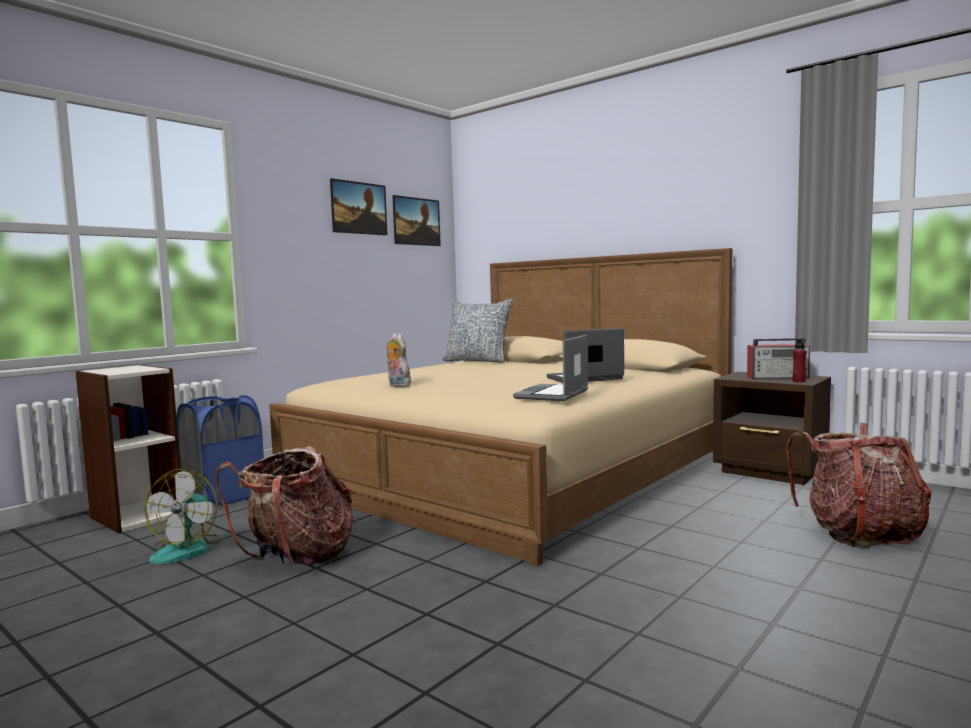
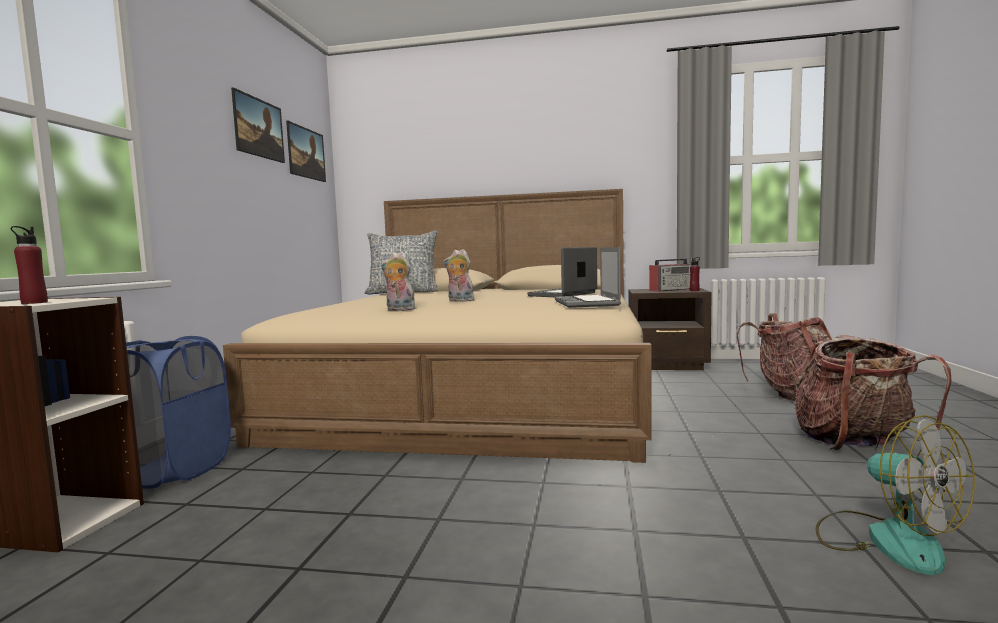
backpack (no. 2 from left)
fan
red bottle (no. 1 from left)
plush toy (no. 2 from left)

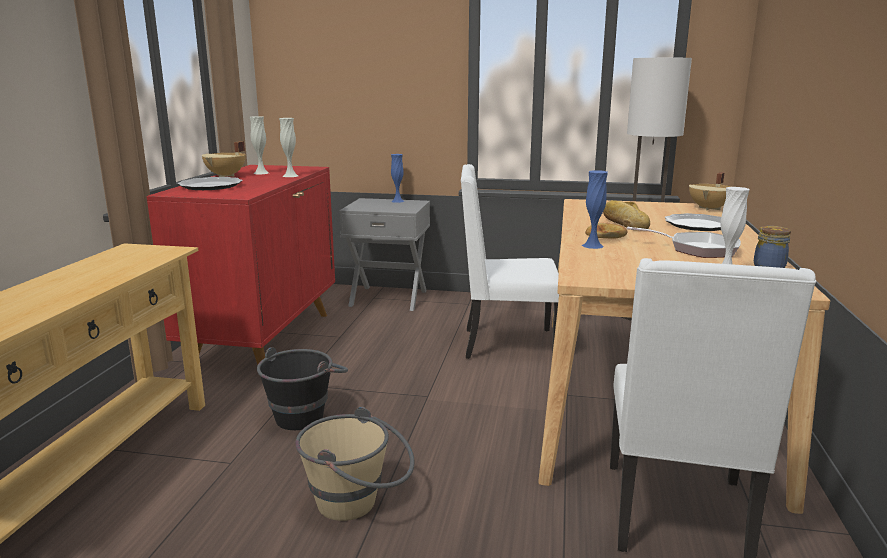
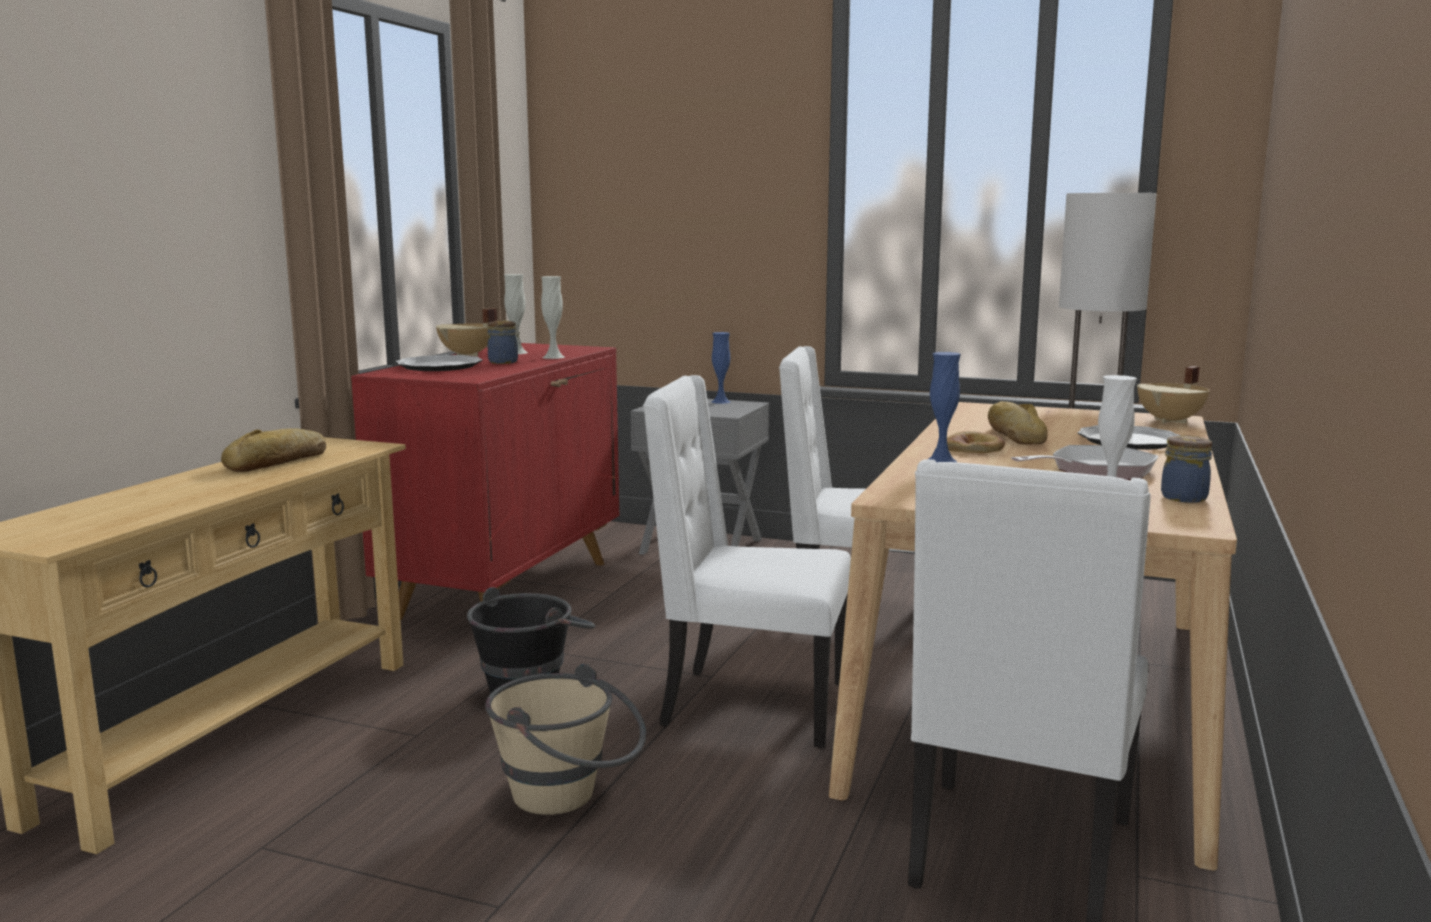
frying pan
jar (no. 1 from left)
white chair (no. 1 from left)
bread (no. 1 from left)

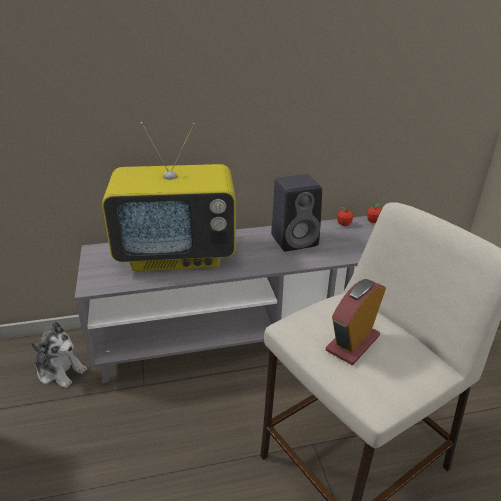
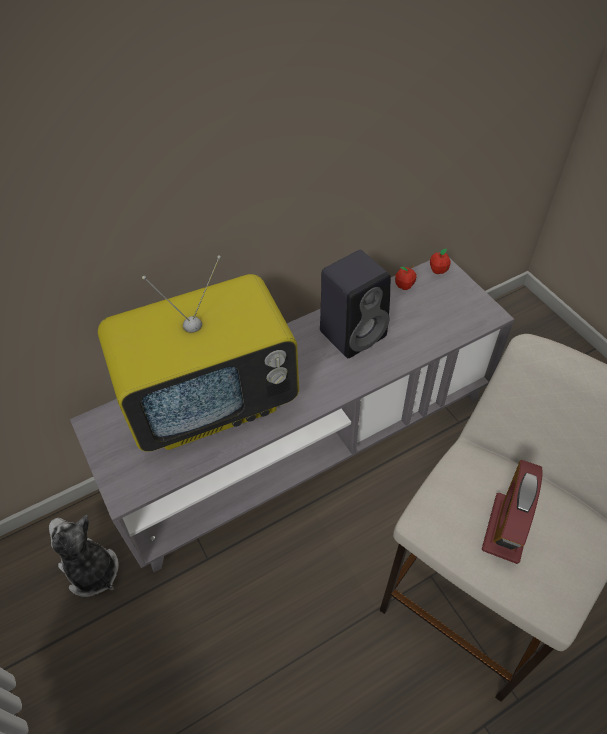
plush toy

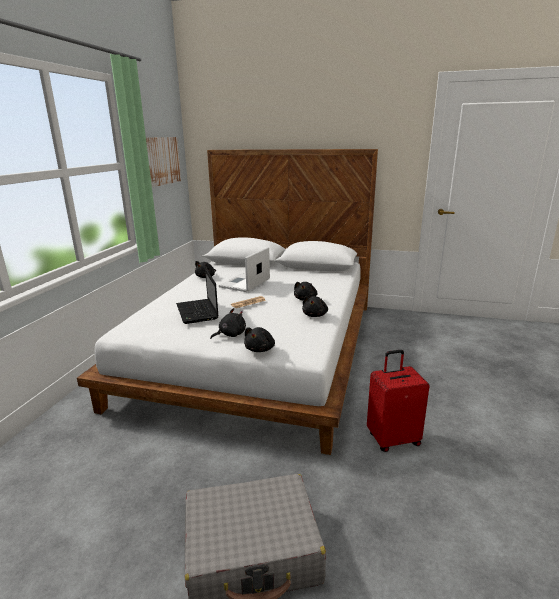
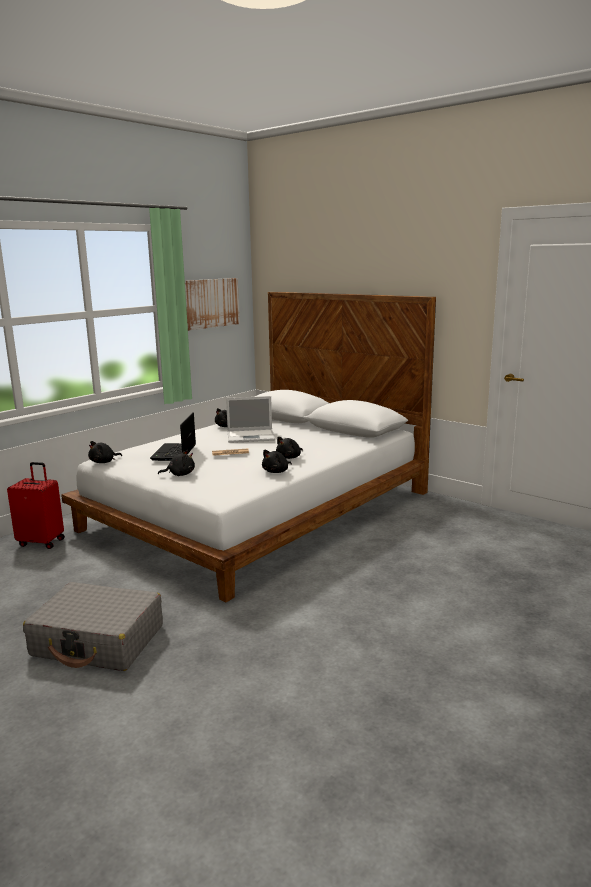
laptop (no. 2 from left)
black plush toy (no. 1 from left)
red suitcase

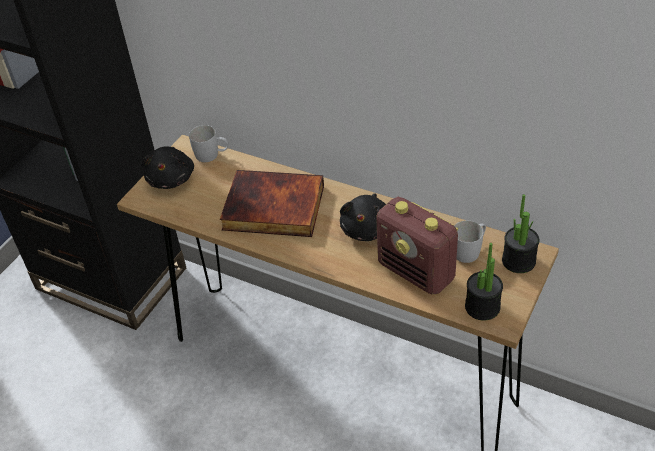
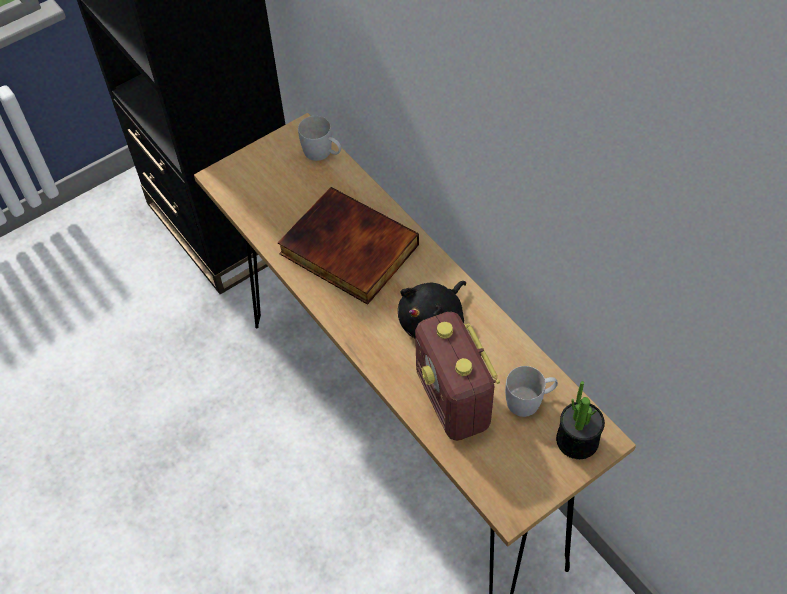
black plush toy (no. 1 from left in the first image)
potted plant (no. 1 from left in the first image)

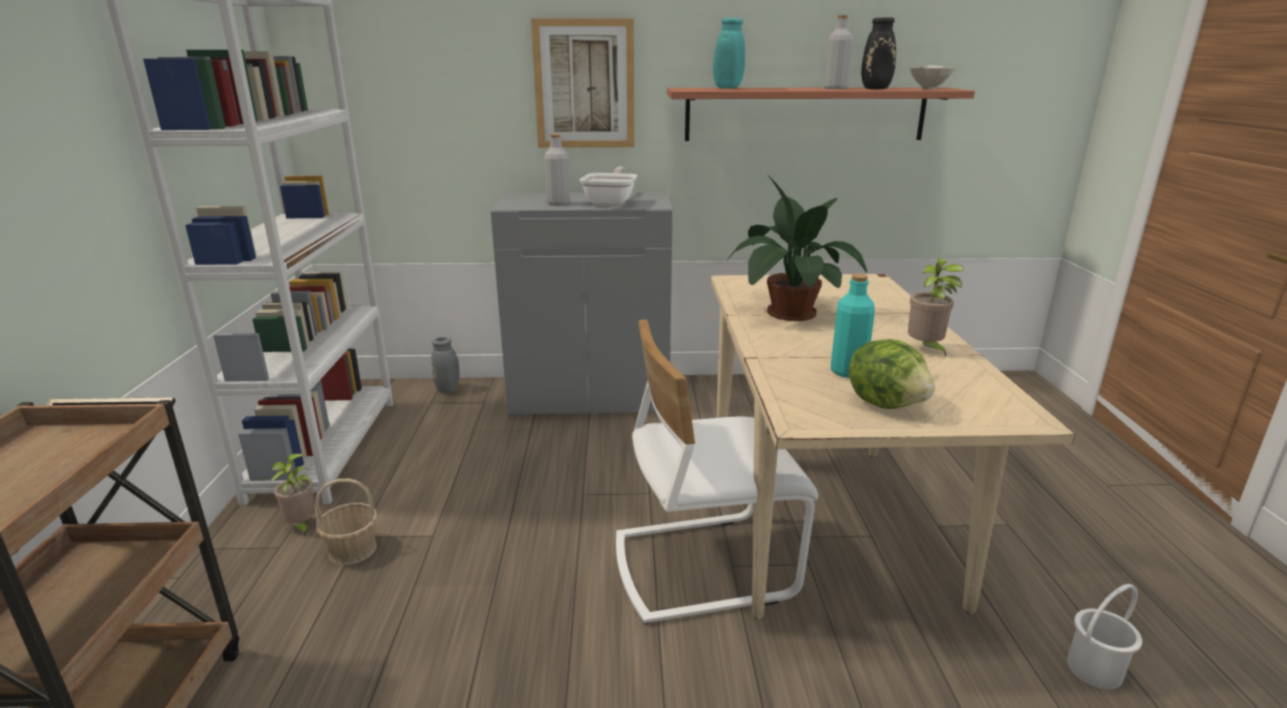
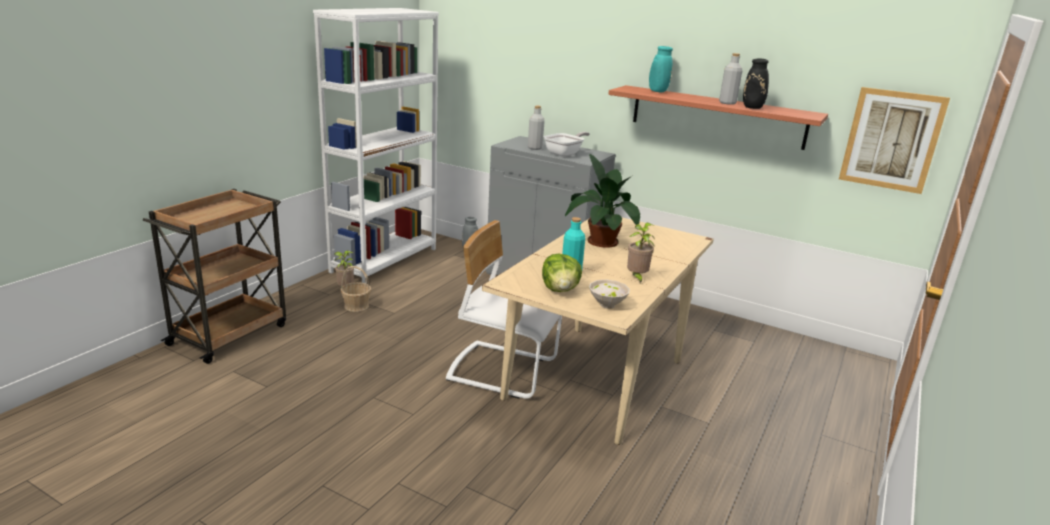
picture
white bowl
white bucket

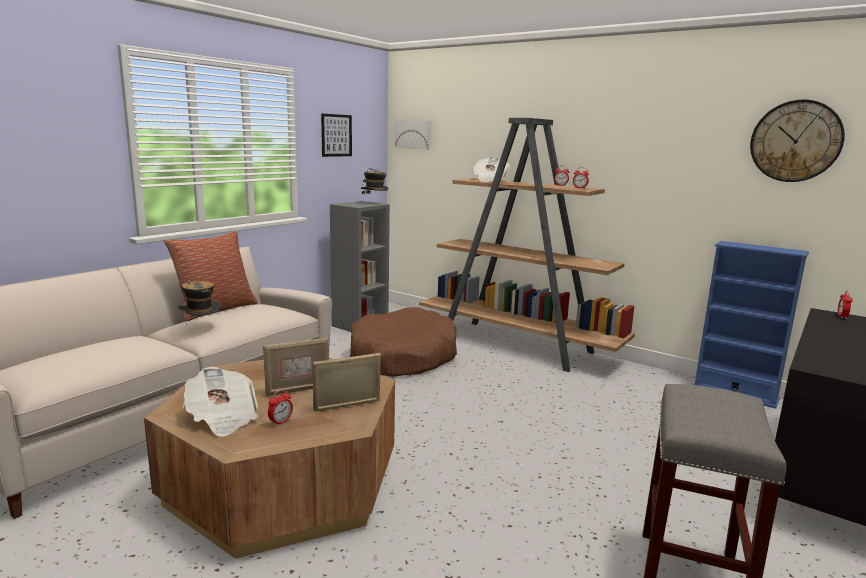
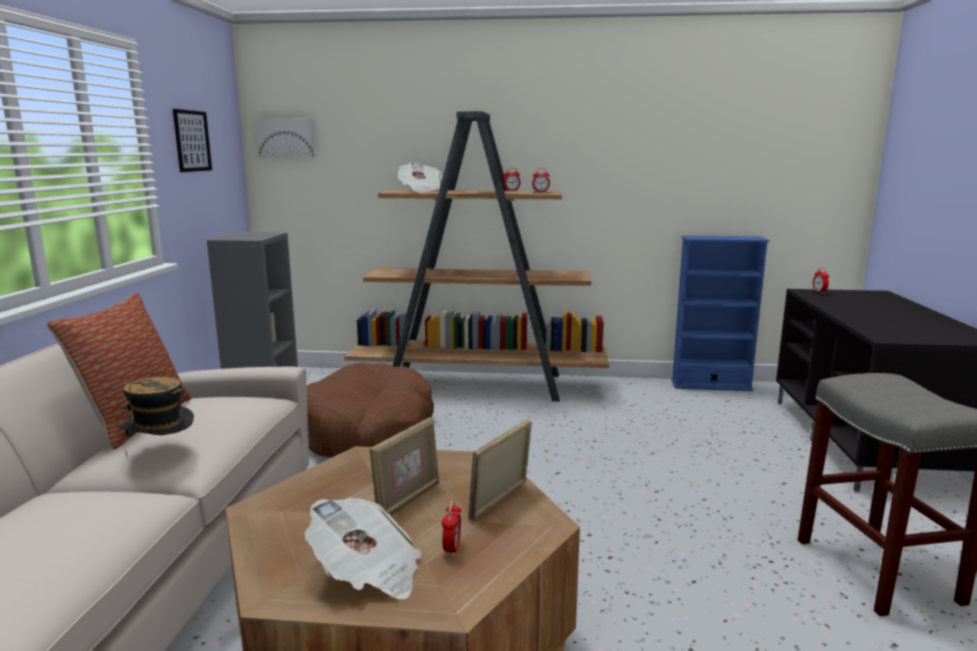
wall clock
hat (no. 2 from left in the first image)

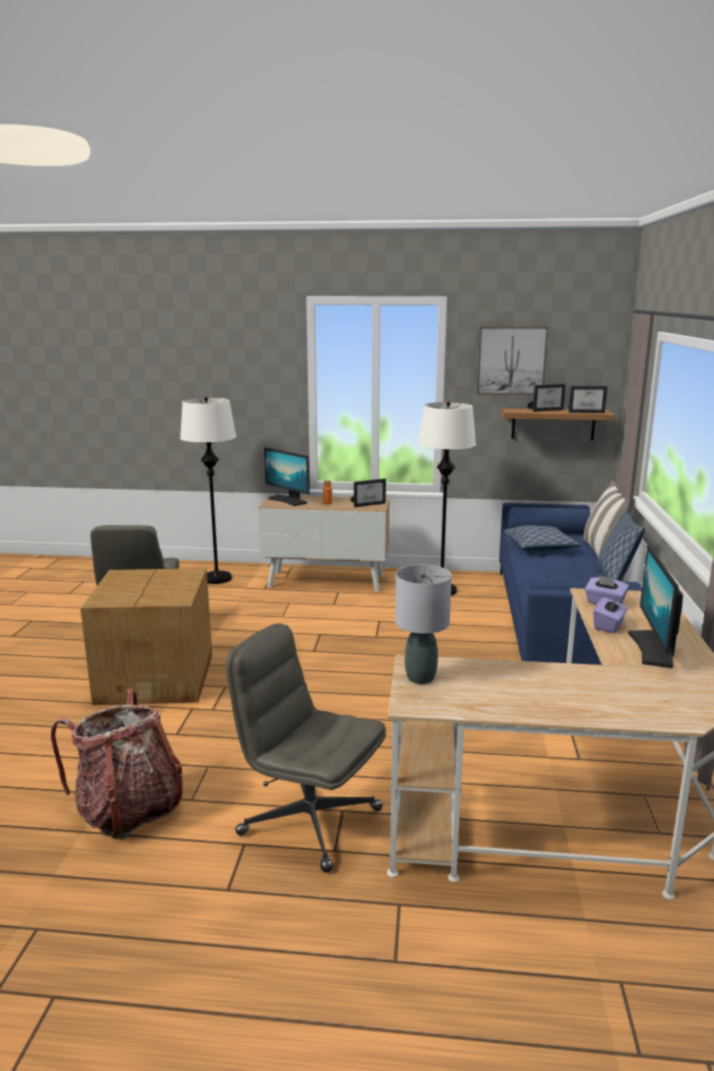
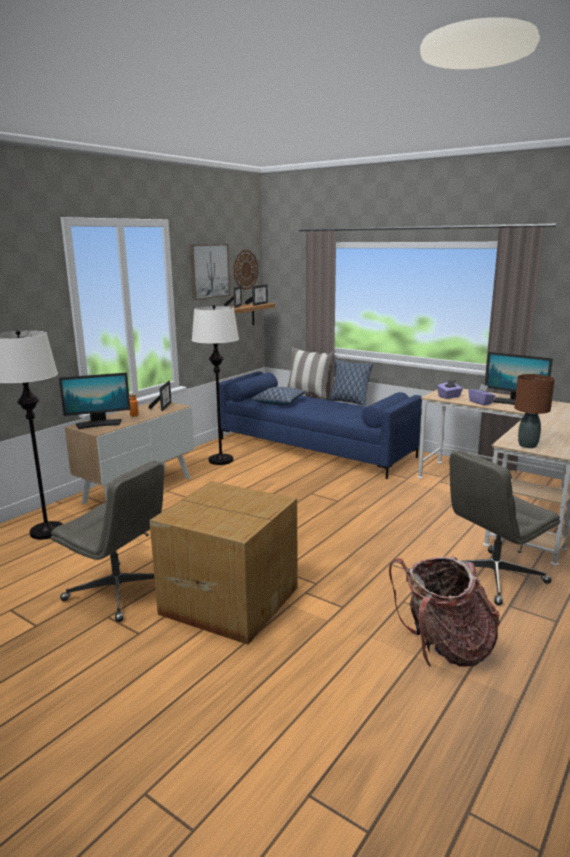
brown table lamp
wall clock

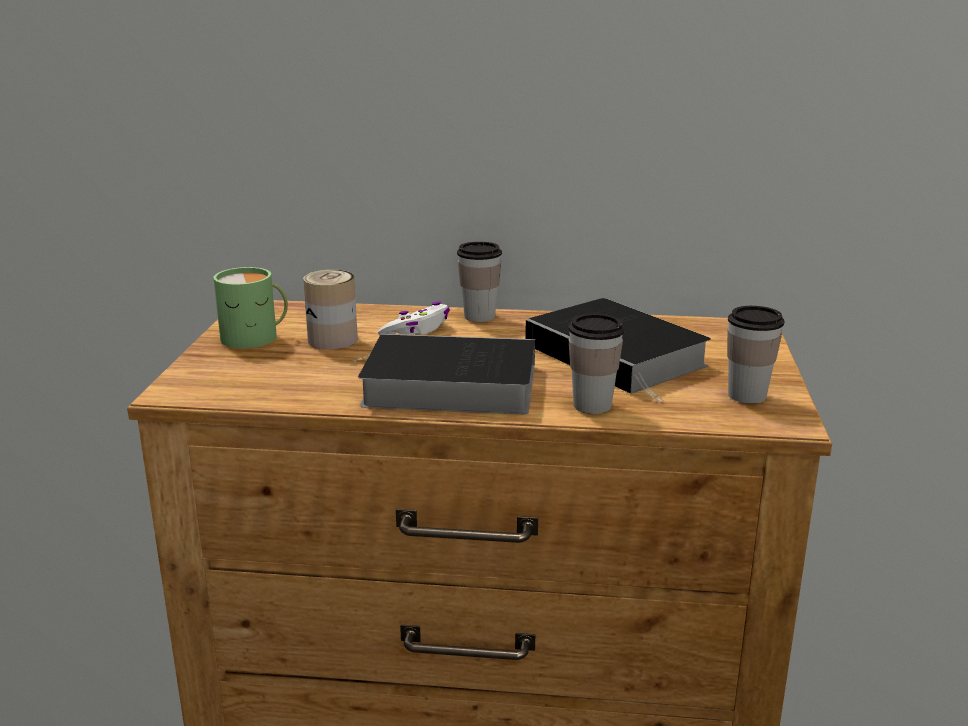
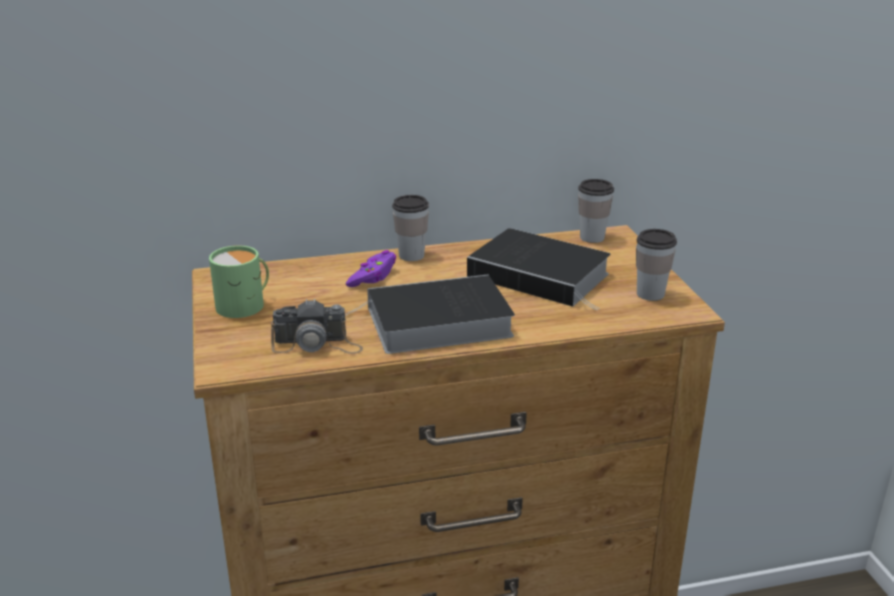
can
purple game controller
cup (no. 2 from left)
photo camera

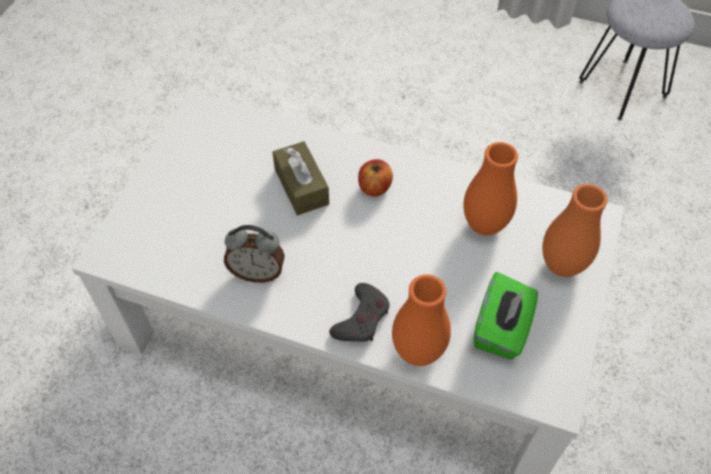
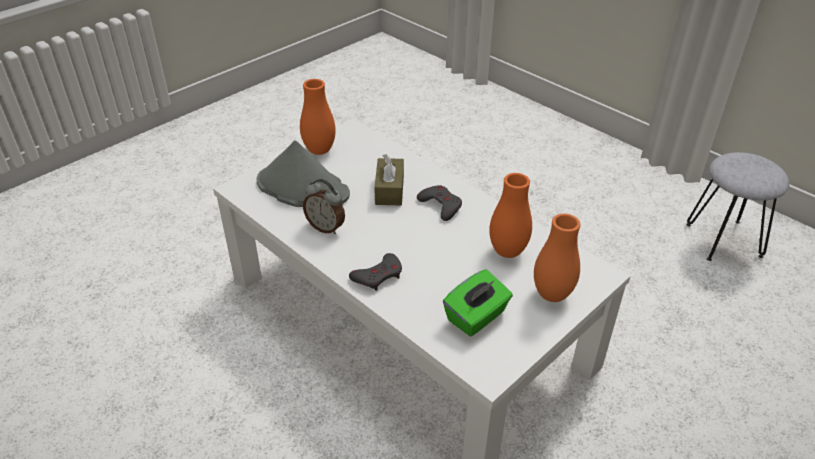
grey game controller (no. 2 from left)
orange vase (no. 1 from left)
grey hat

